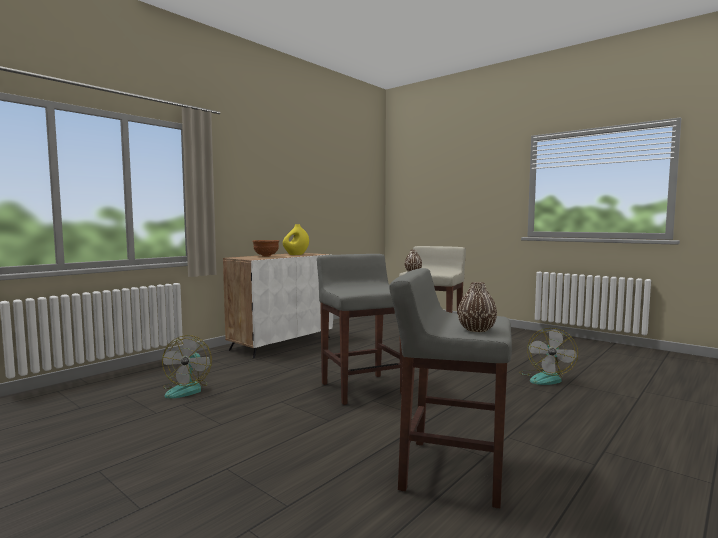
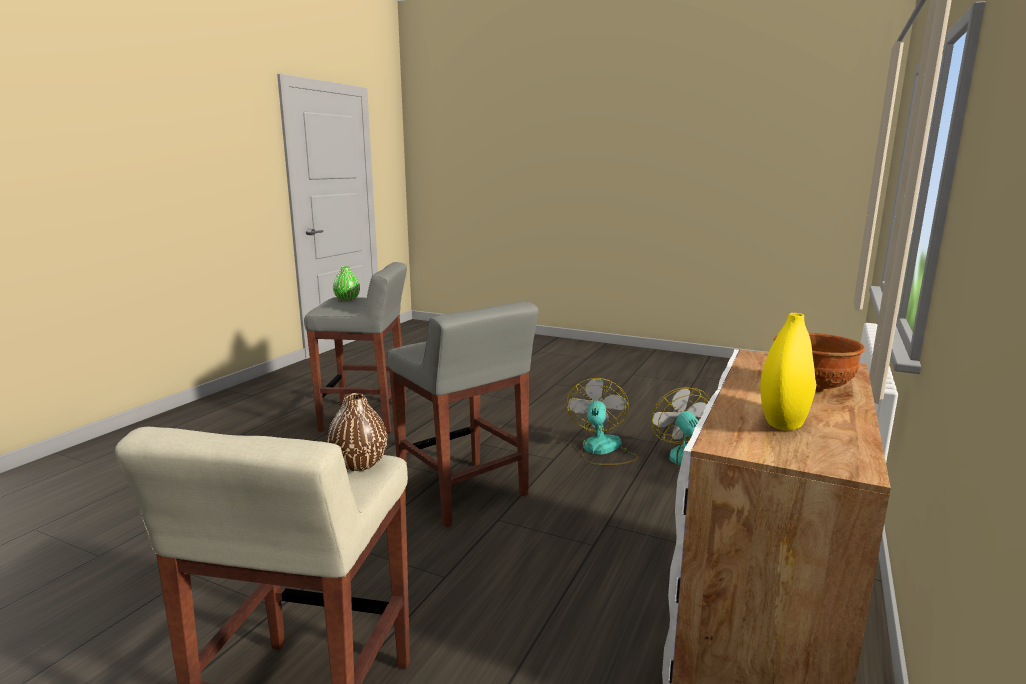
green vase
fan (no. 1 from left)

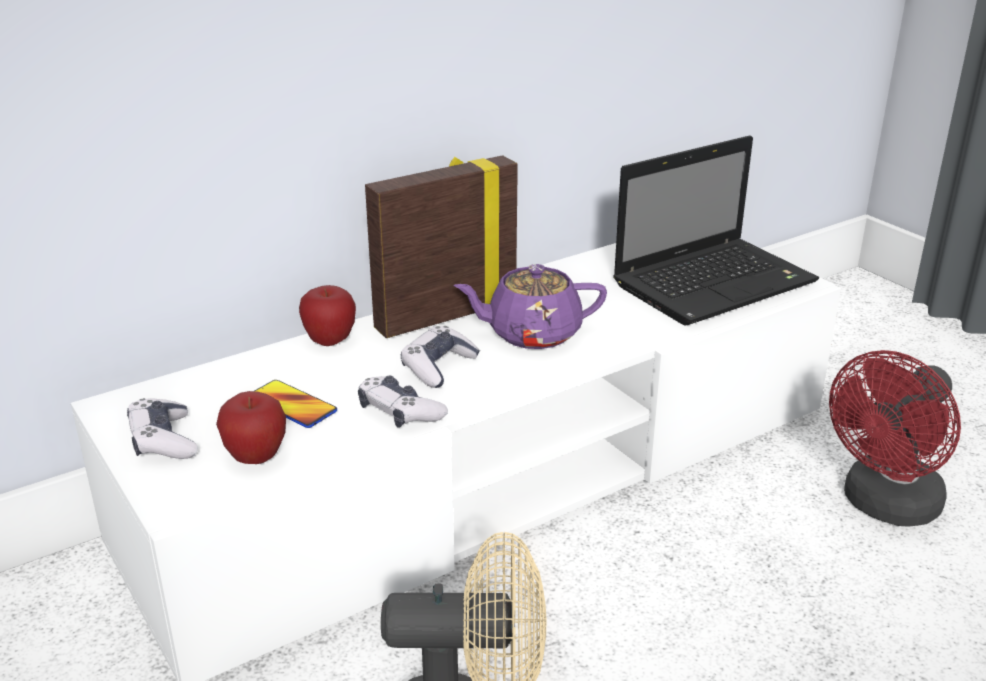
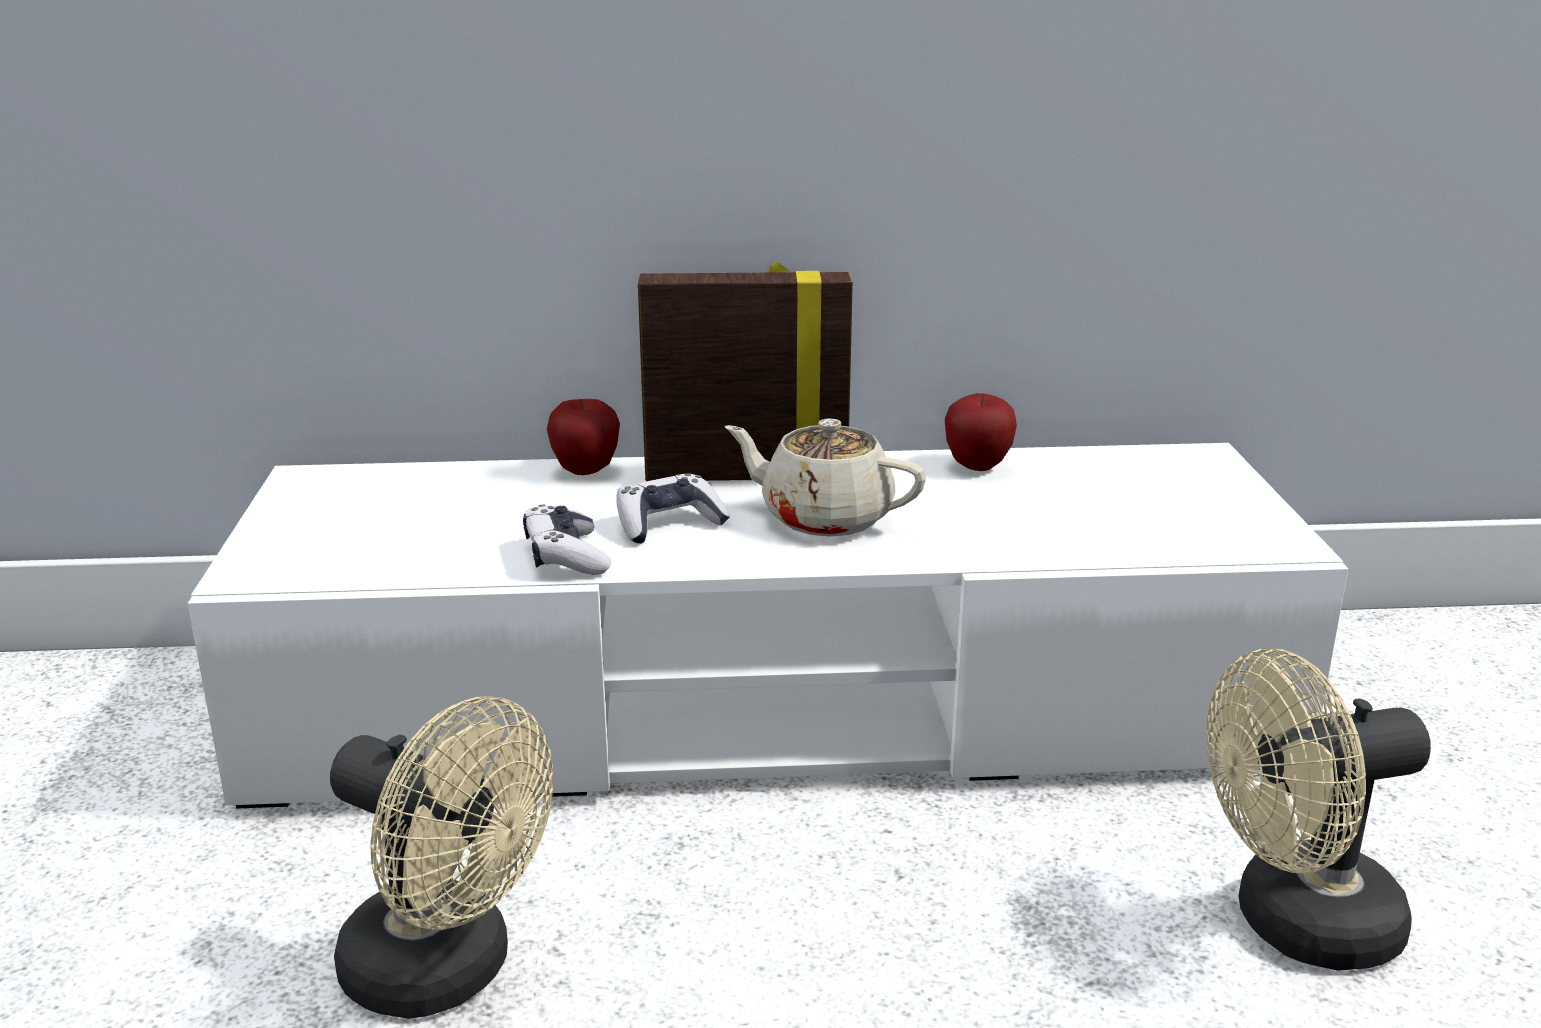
laptop
beige teapot
beige fan (no. 2 from left)
phone
apple (no. 2 from left)
game controller (no. 1 from left in the first image)

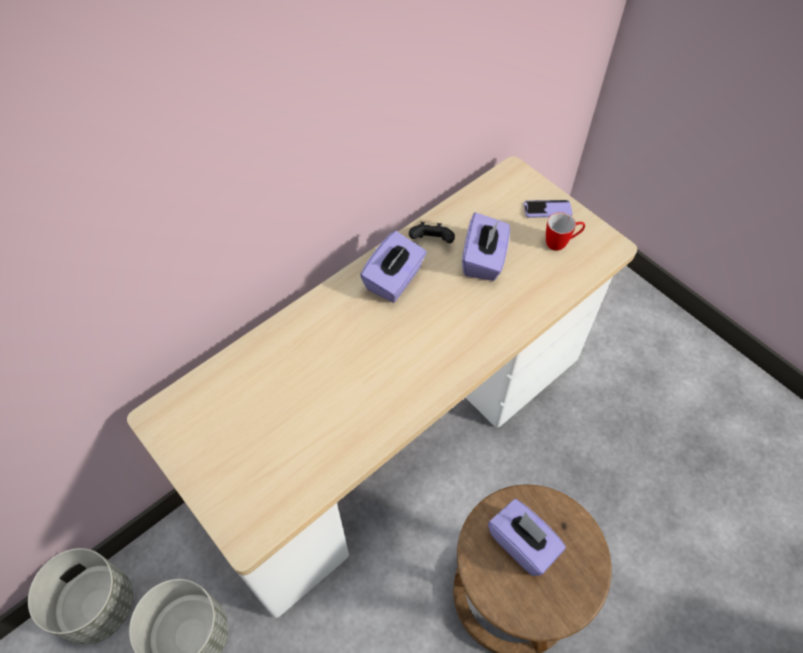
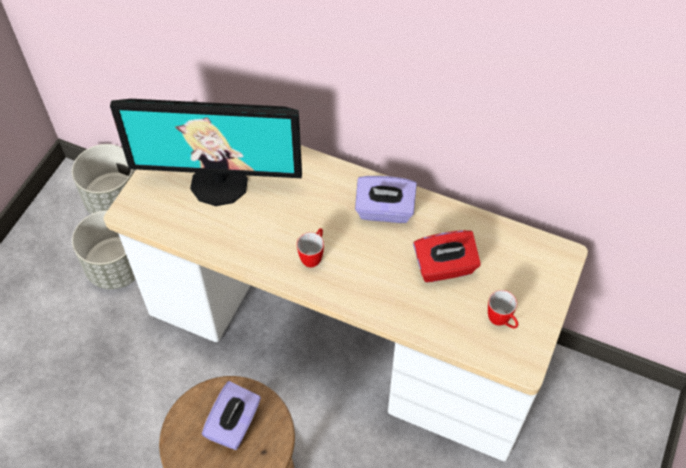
phone
red tissue box
black game controller
monitor
mug (no. 1 from left)

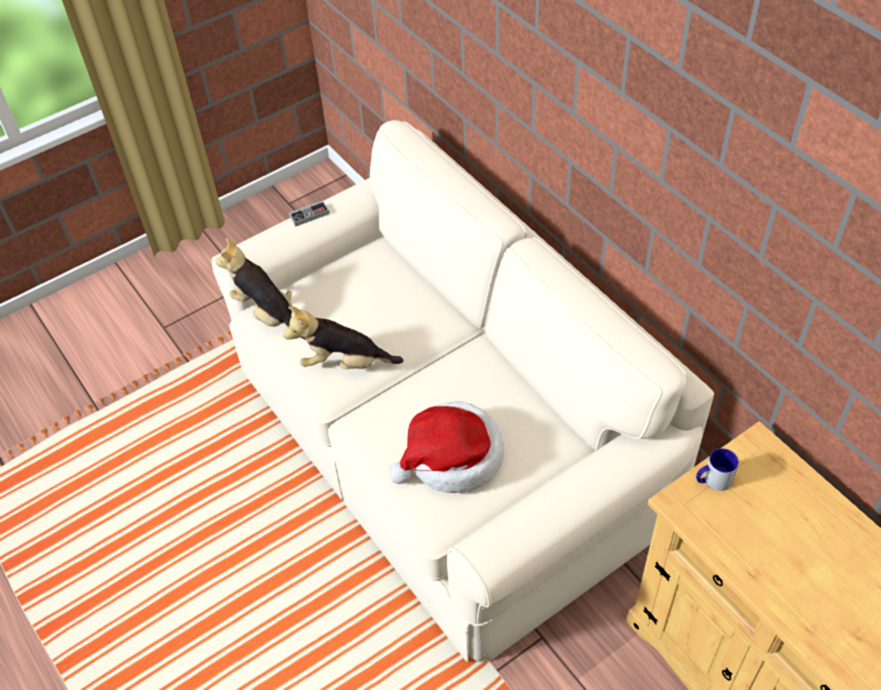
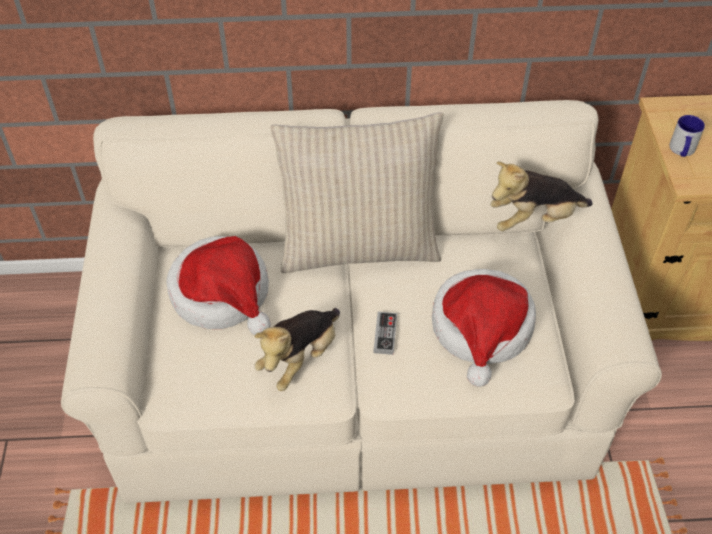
game controller
plush toy (no. 2 from left)
beige pillow
hat (no. 1 from left)

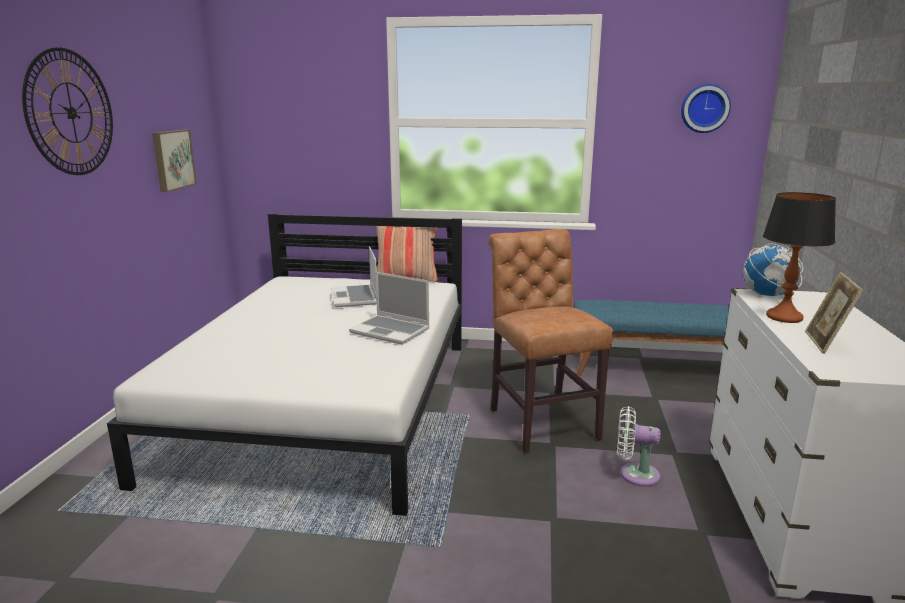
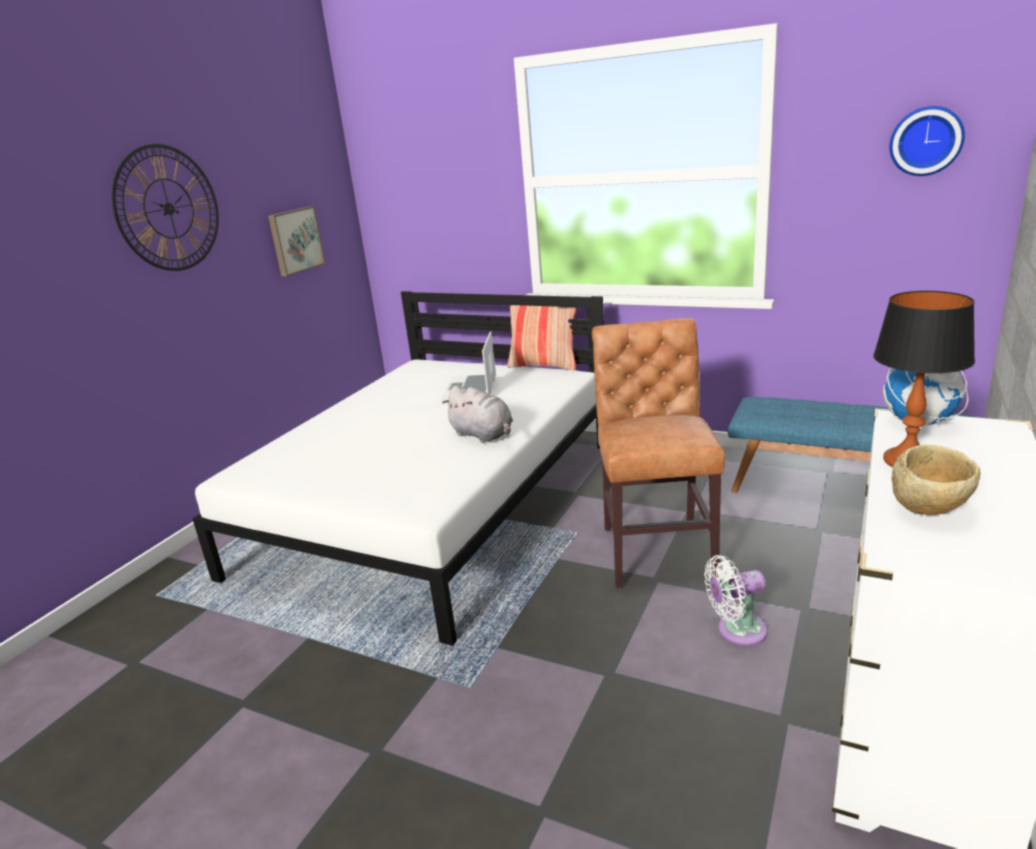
grey plush toy
beige bowl
white fan

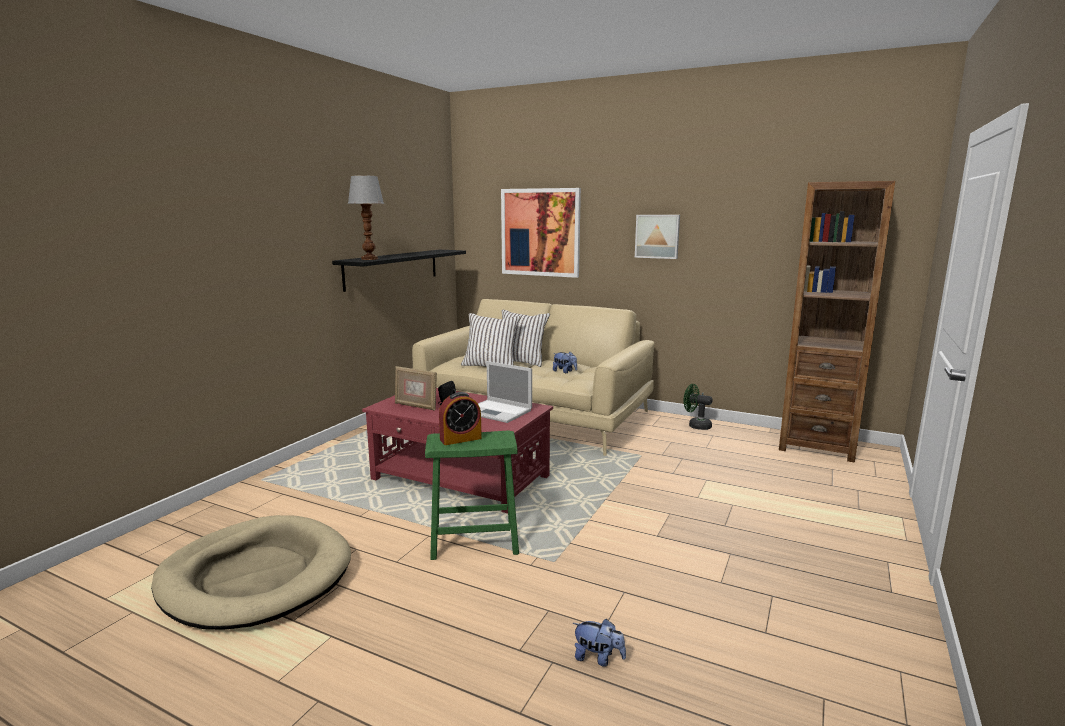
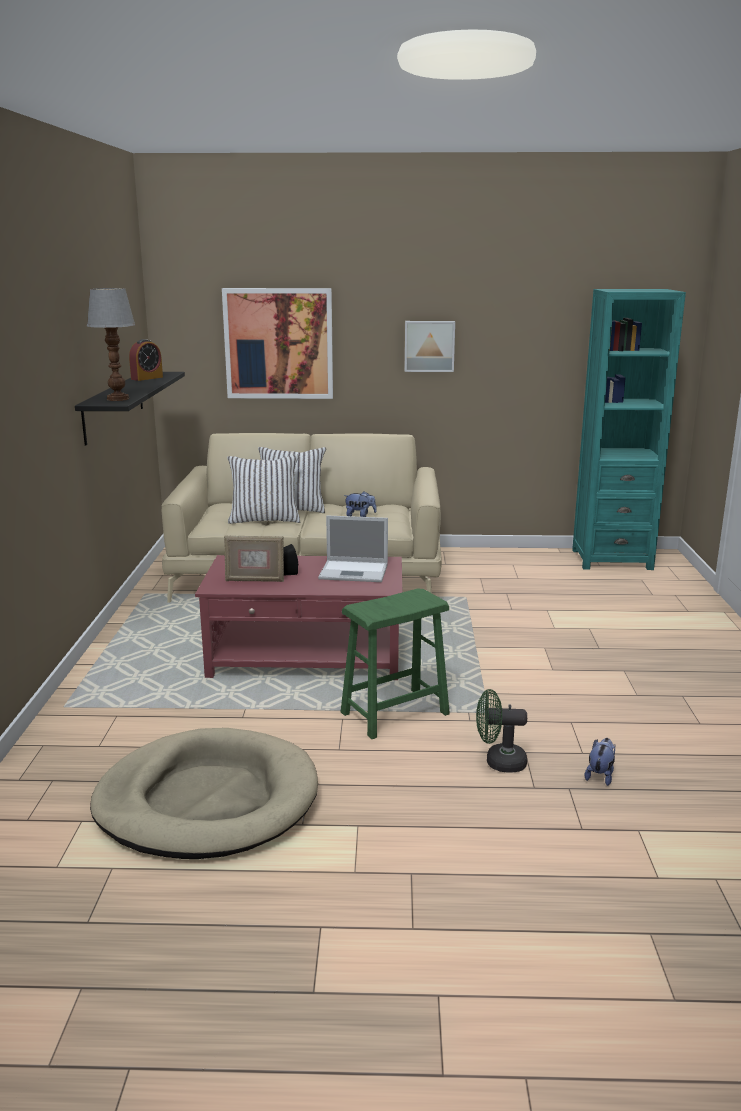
turquoise bookcase
green fan
alarm clock
plush toy (no. 2 from left)

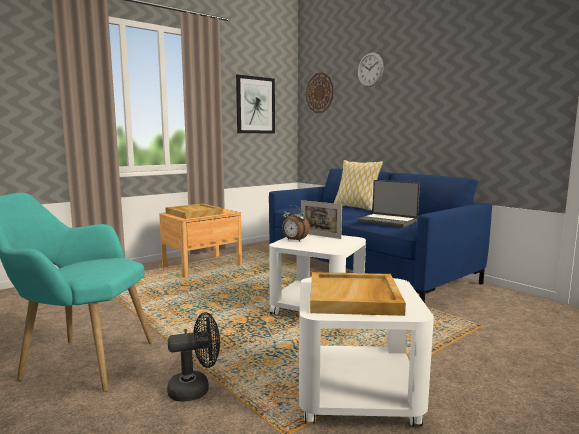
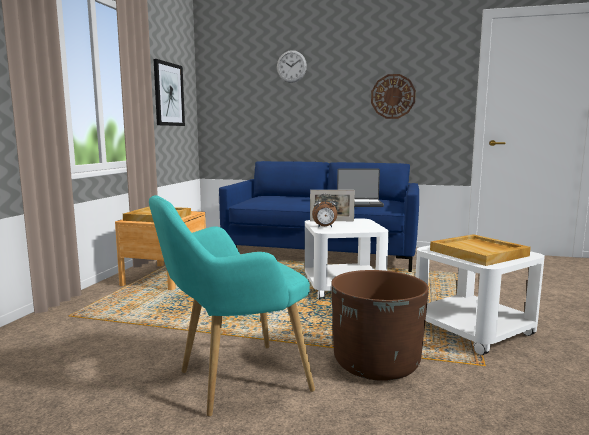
wall clock (no. 2 from left)
pillow
brown planter

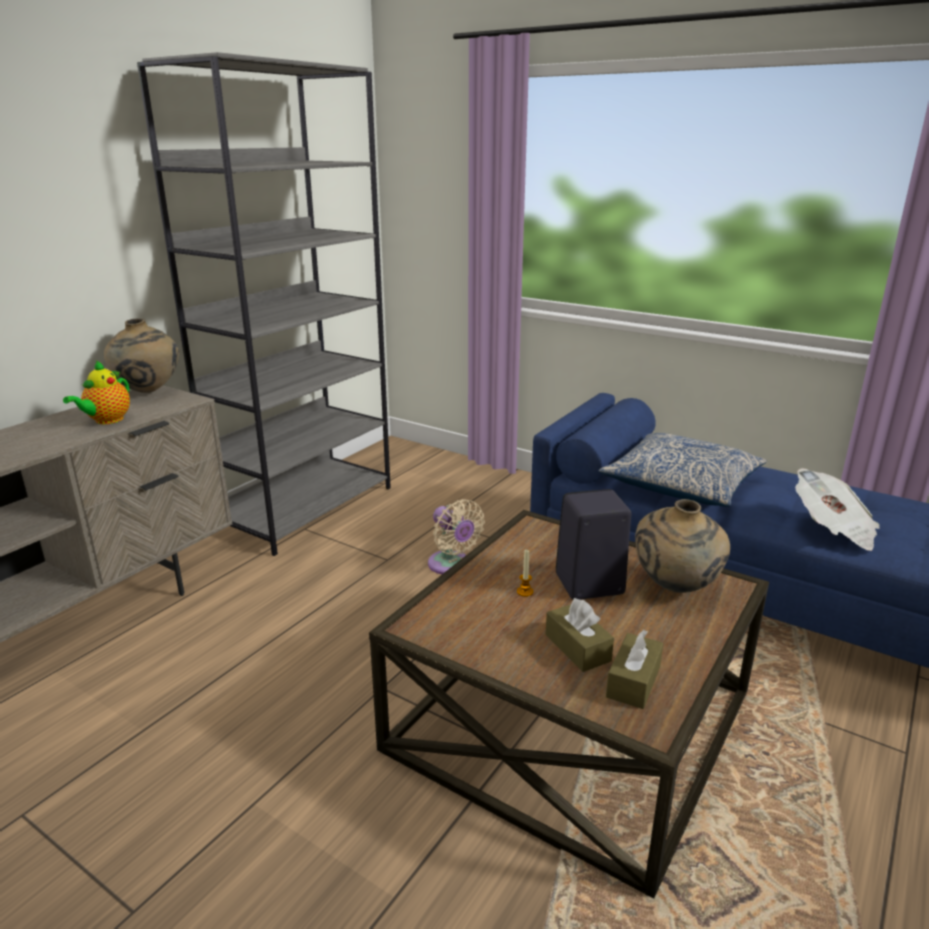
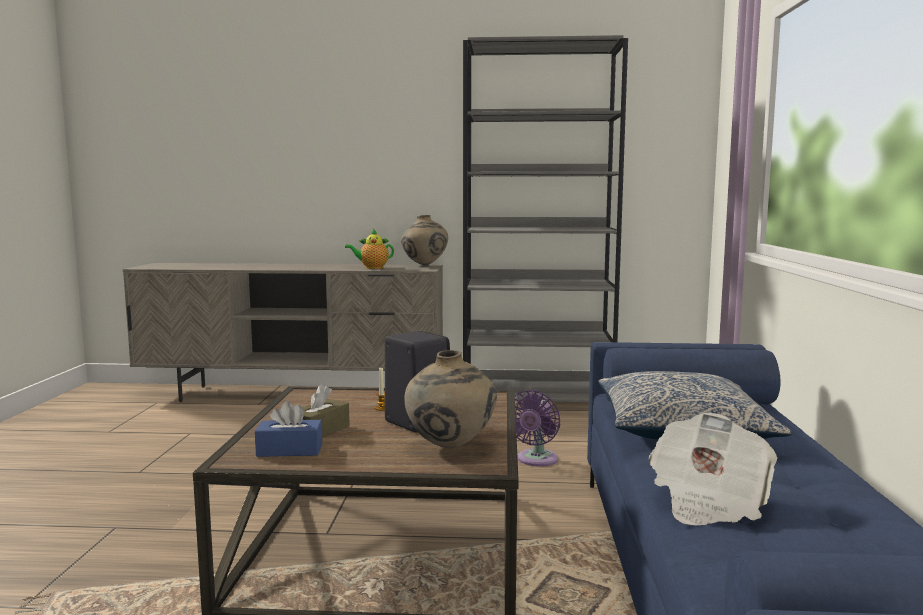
purple fan
blue tissue box

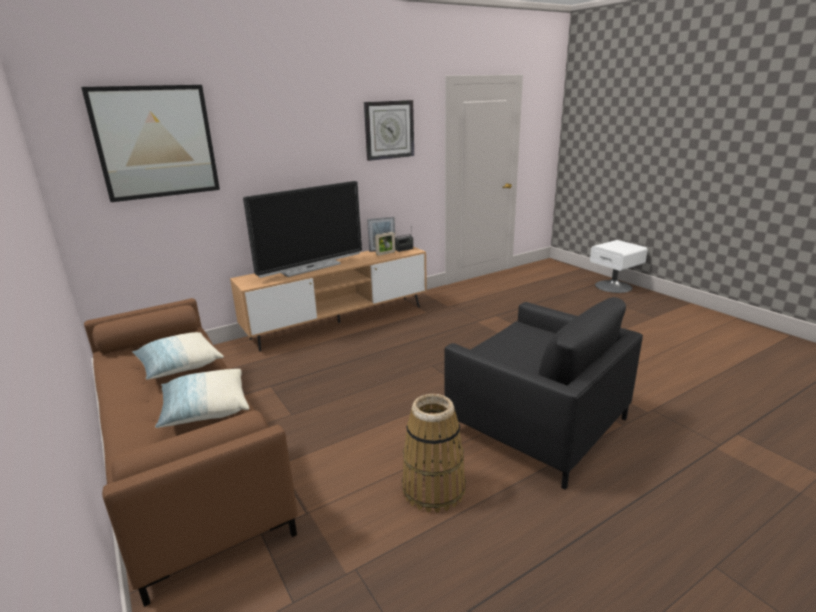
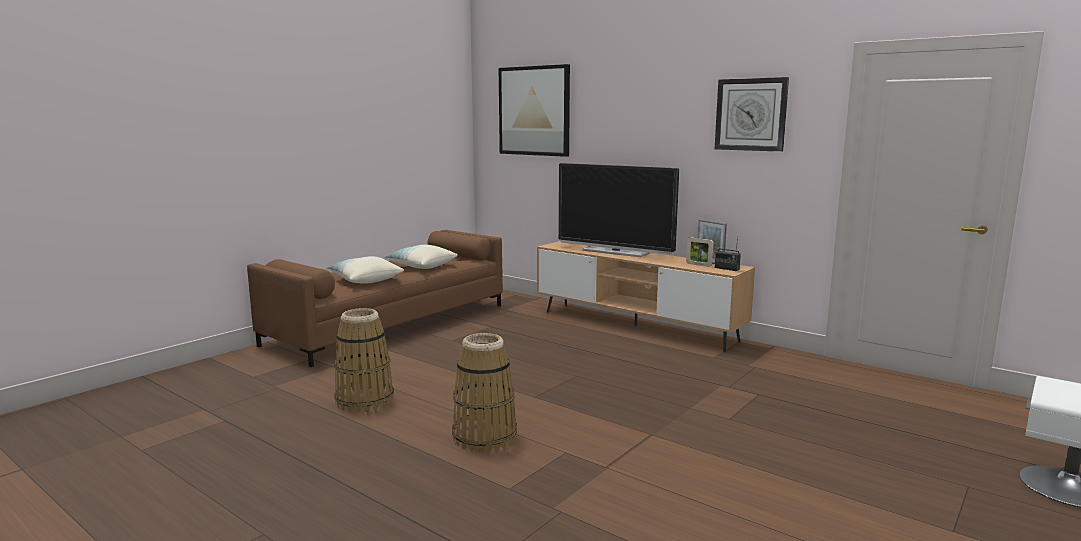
basket (no. 2 from left)

